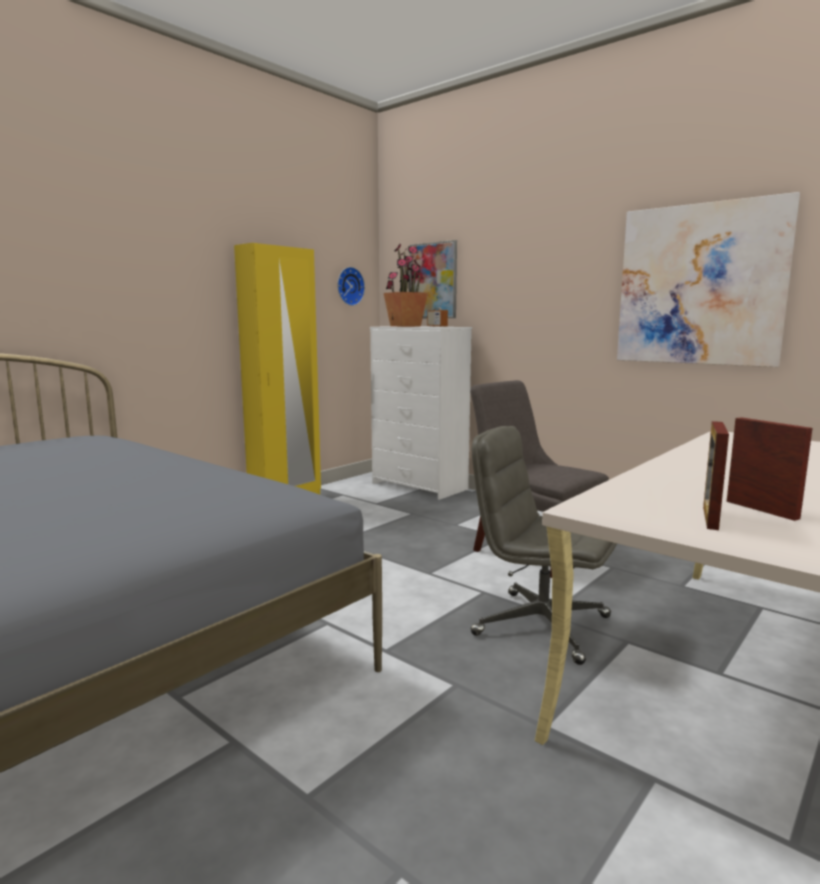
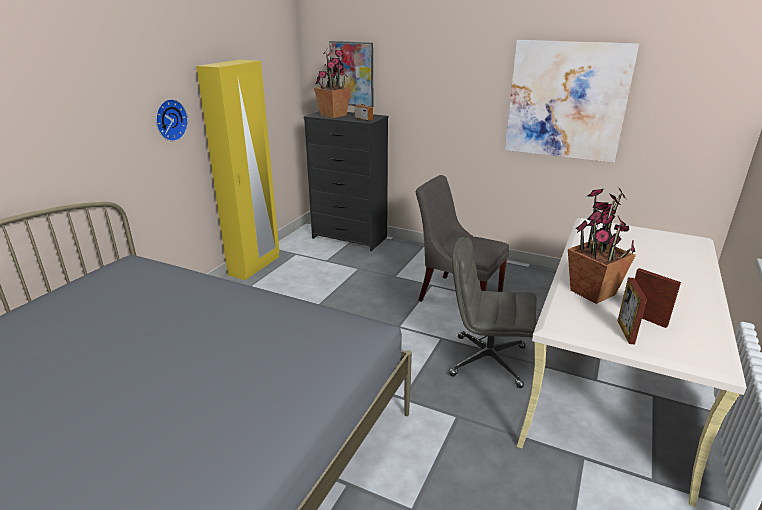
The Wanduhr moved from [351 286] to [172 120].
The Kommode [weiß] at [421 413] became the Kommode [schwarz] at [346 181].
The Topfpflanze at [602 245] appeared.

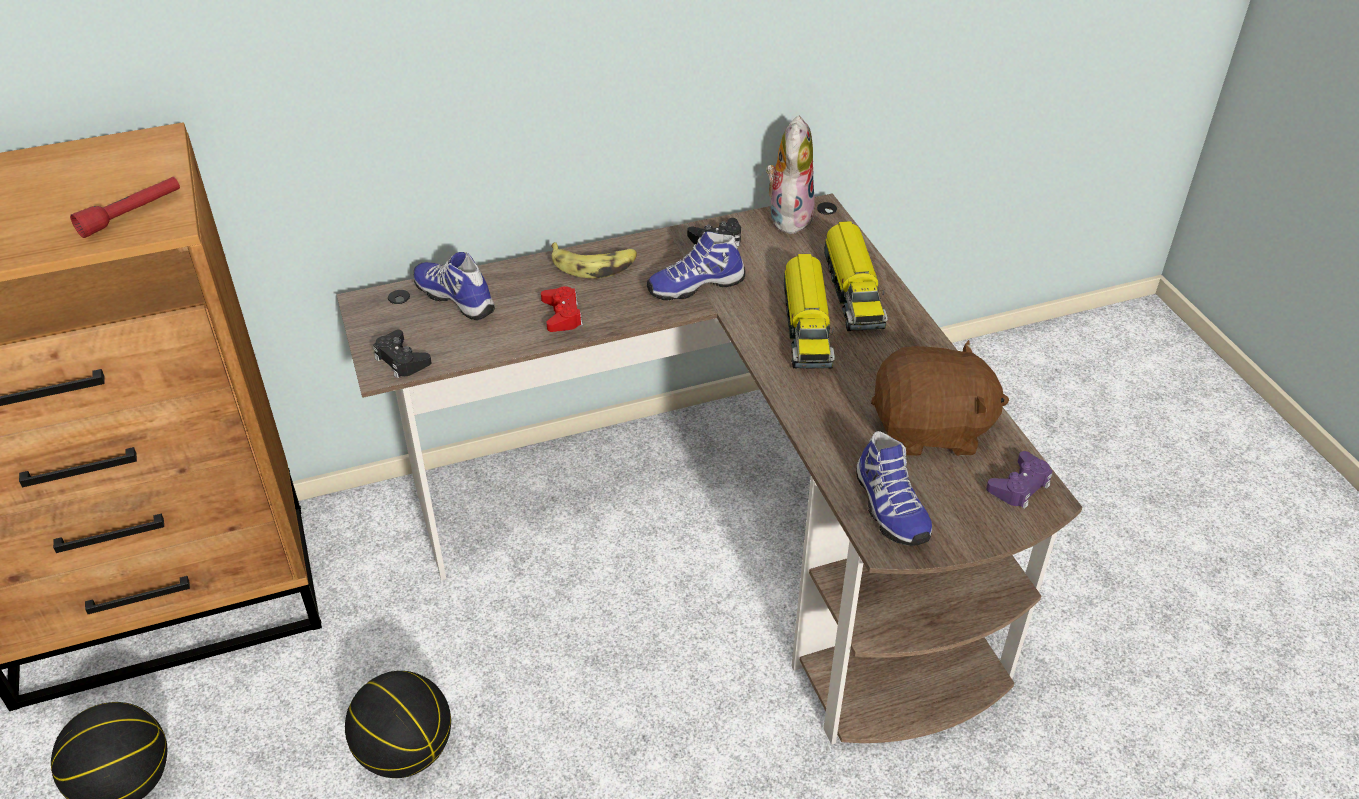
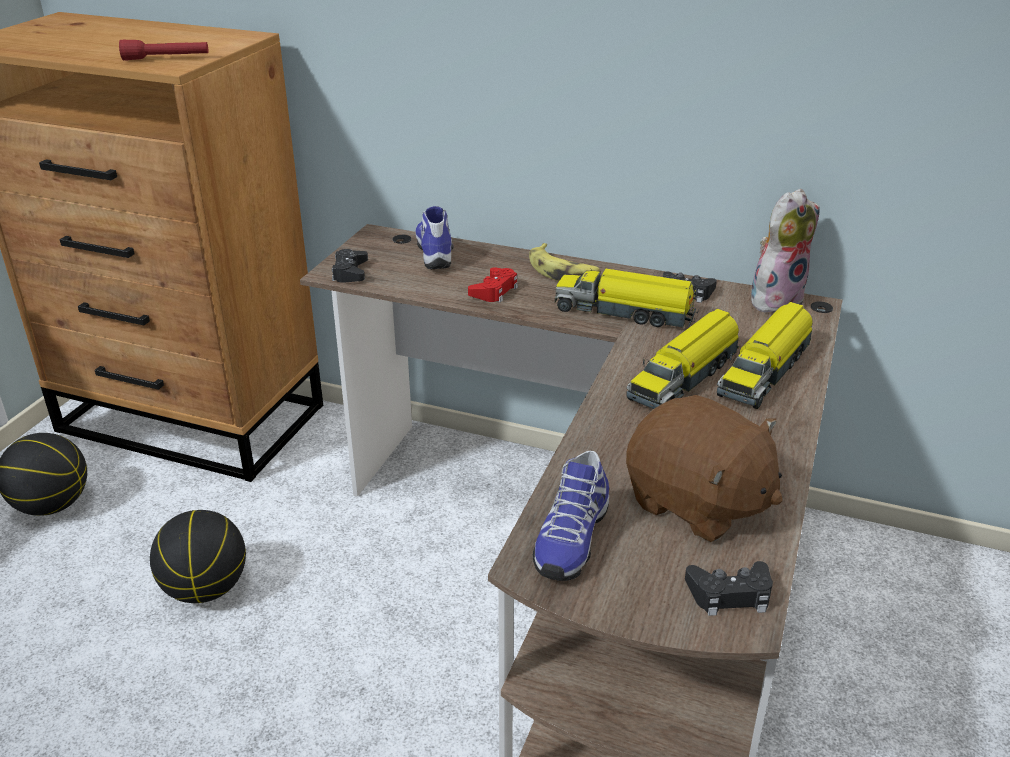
The Schuh at [696 266] was replaced by the Spielzeuglaster at [625 297].
The Gamepad [lila] at [1019 480] became the Gamepad [schwarz] at [729 588].

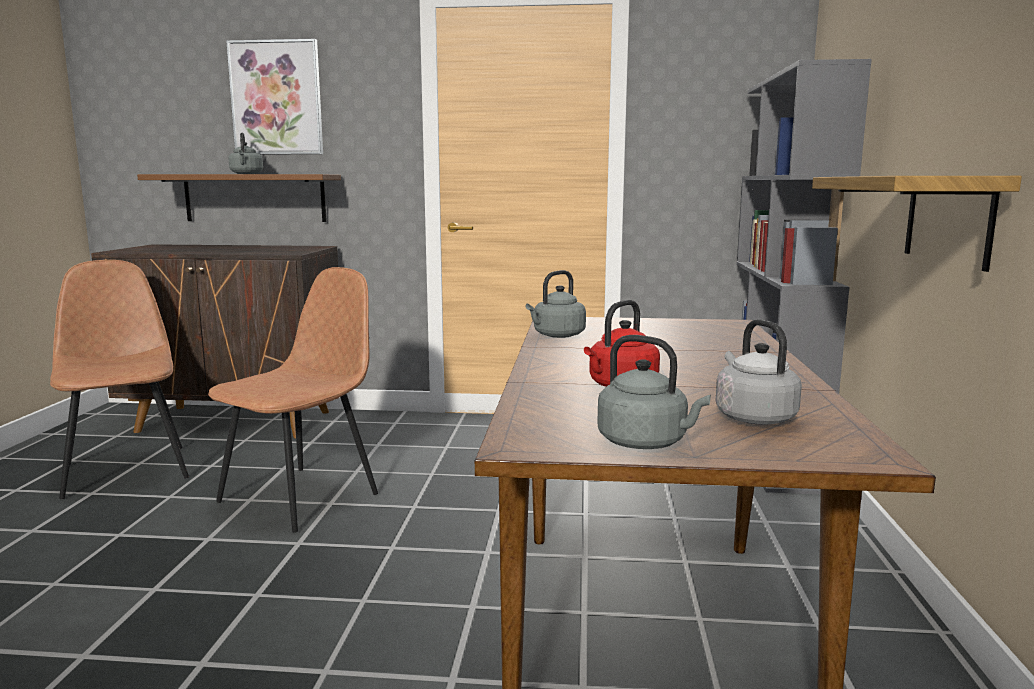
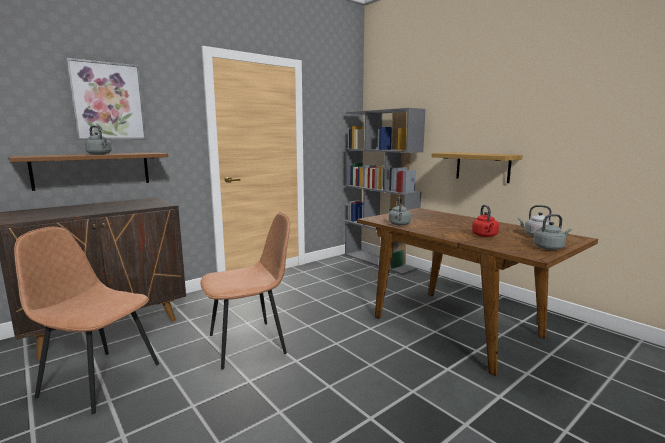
The Stuhl [braun] at [293 400] turned 75 degrees clockwise.

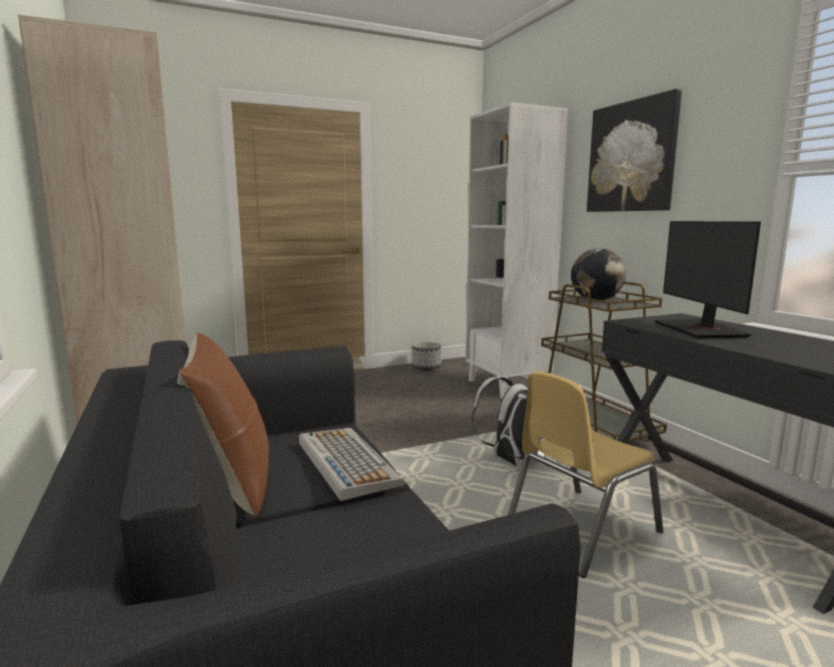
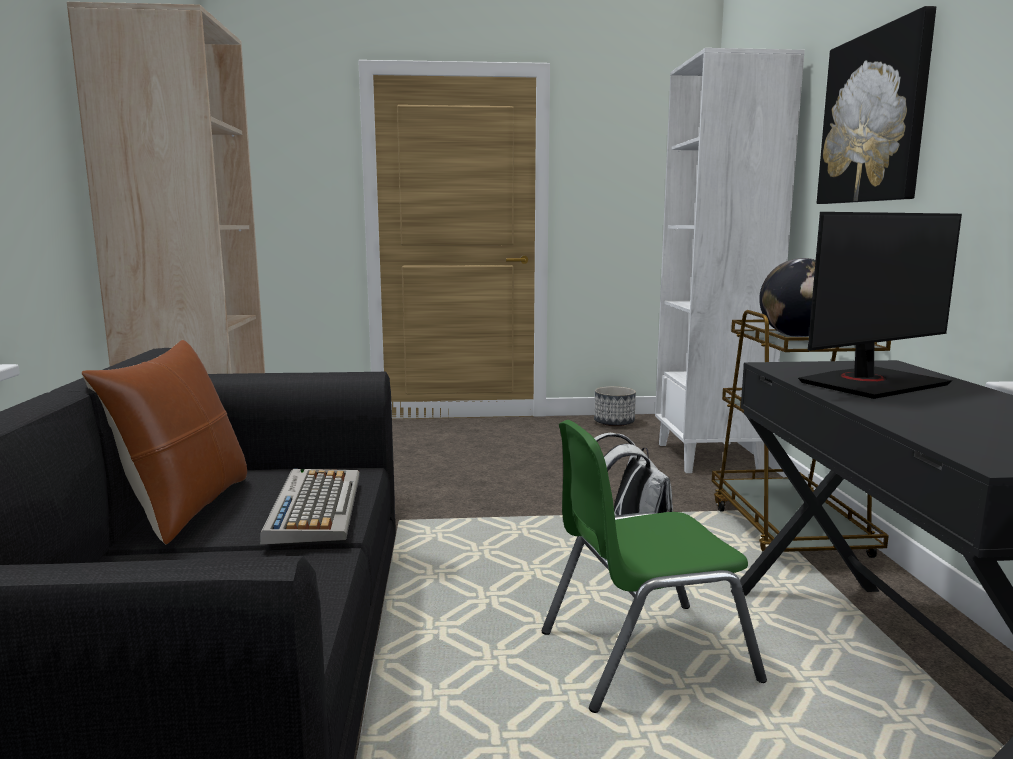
The Stuhl [gelb] at [585 474] became the Stuhl [grün] at [654 566].
The Monitor at [707 279] turned 135 degrees counterclockwise.

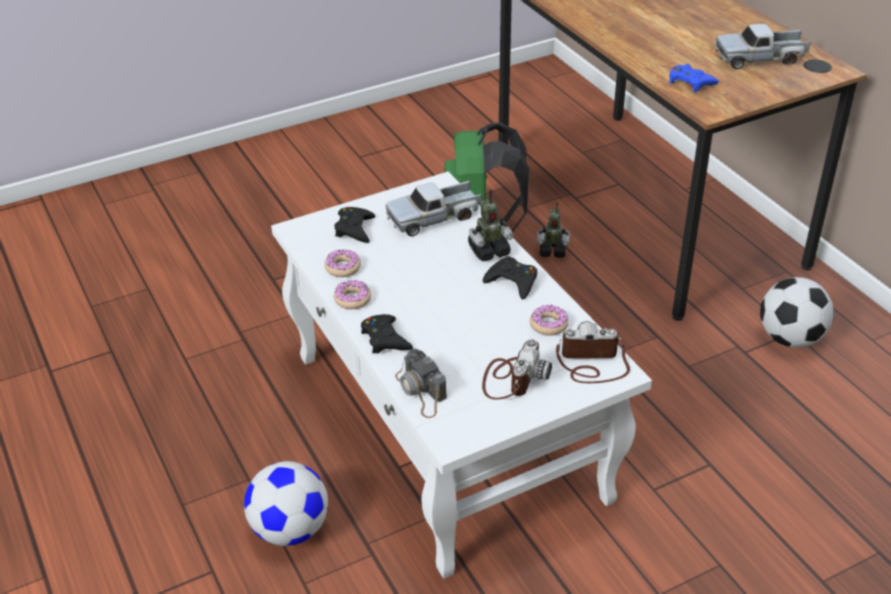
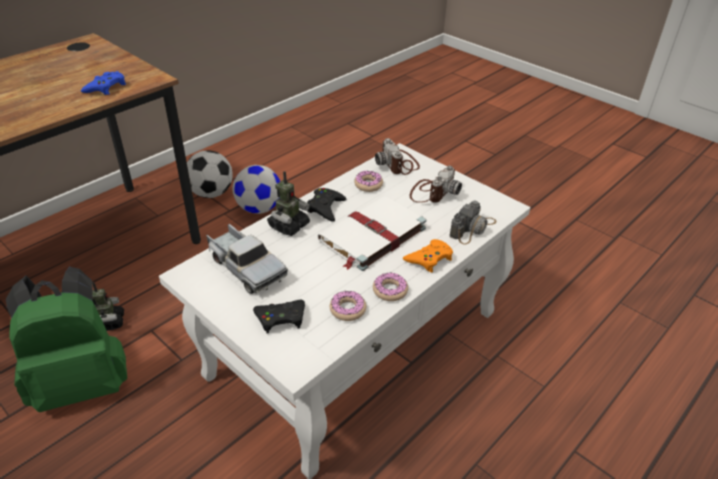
The Fußball moved from [286 503] to [256 189].
The Gamepad [schwarz] at [387 334] became the Gamepad [orange] at [428 256].
The Spielzeugroboter at [491 225] turned 75 degrees clockwise.
The Kamera at [517 369] turned 120 degrees clockwise.
The Spielzeuglaster at [763 46] disappeared.
The Buch [weiß] at [371 233] appeared.

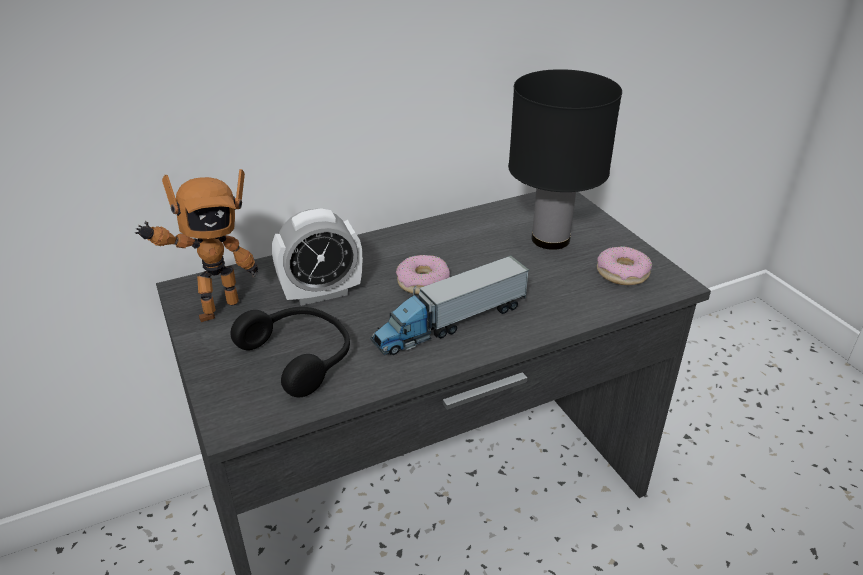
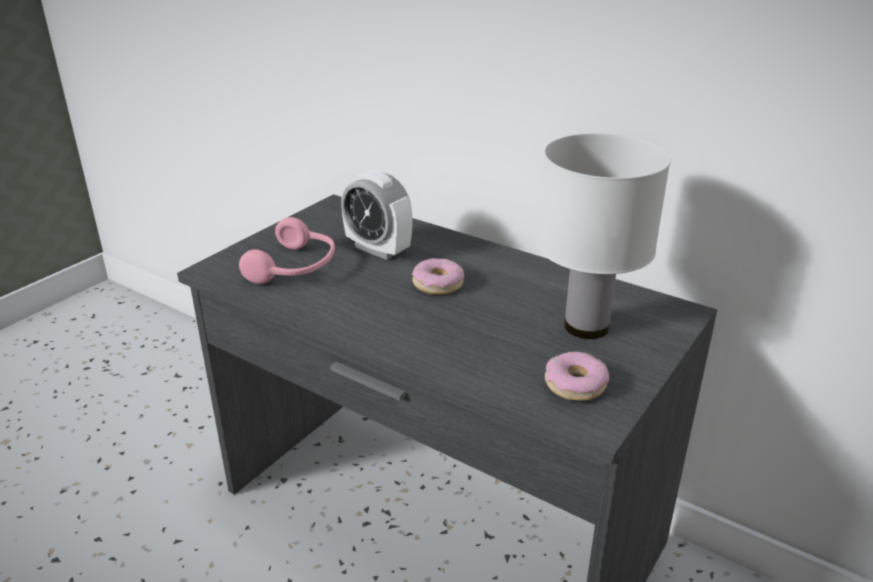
The Spielzeugroboter at [196 245] disappeared.
The Kopfhörer [schwarz] at [290 352] became the Kopfhörer [rosa] at [287 250].
The Spielzeuglaster at [449 305] disappeared.
The Tischlampe [schwarz] at [565 159] became the Tischlampe [weiß] at [604 236].

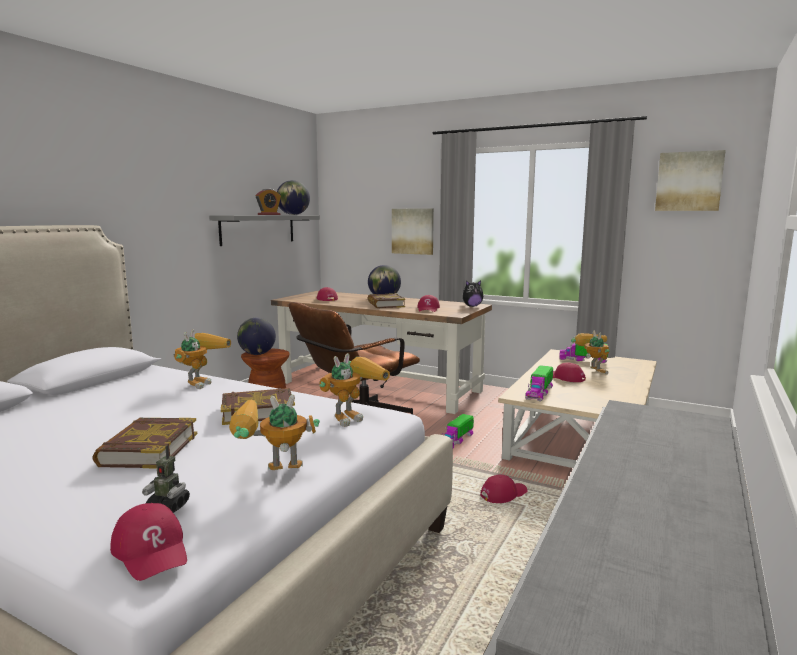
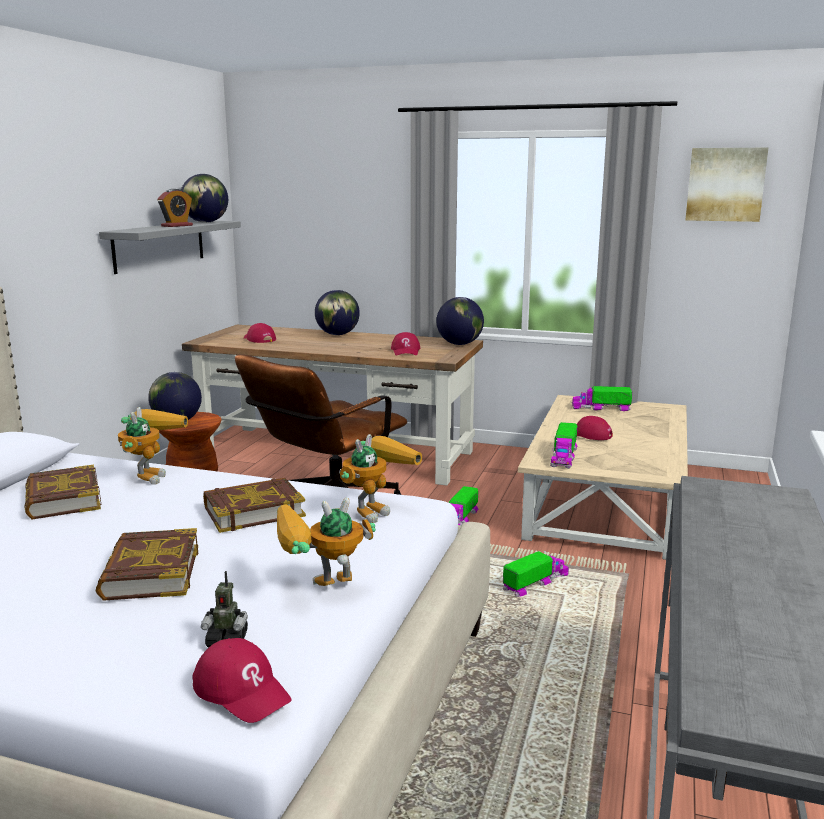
The Buch moved from [386 300] to [63 491].
The Bild at [413 232] disappeared.
The Plüschtier at [473 293] was replaced by the Globus at [460 321].
The Kappe [rot] at [504 488] was replaced by the Spielzeuglaster at [536 574].
The Spielzeugroboter at [590 353] disappeared.

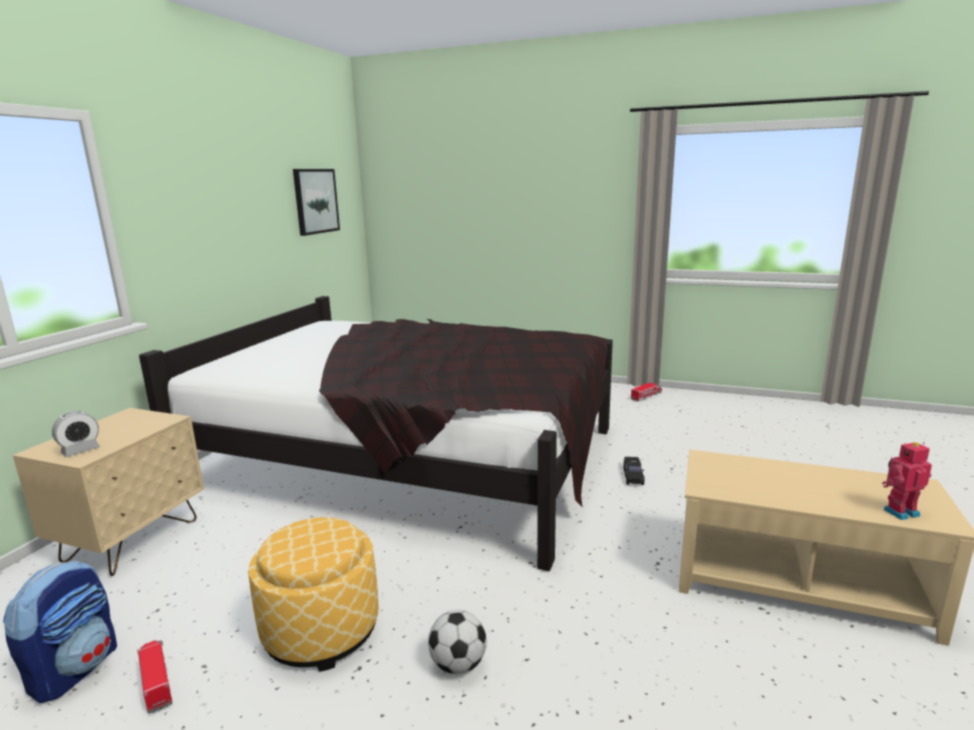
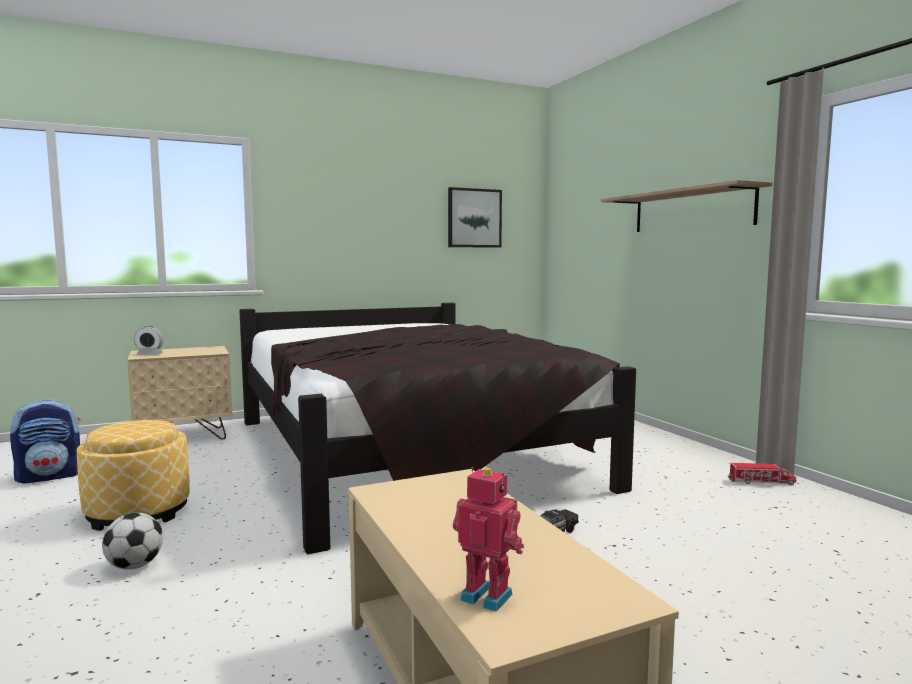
The Spielzeuglaster at [154 677] disappeared.
The Wandregal at [687 206] appeared.

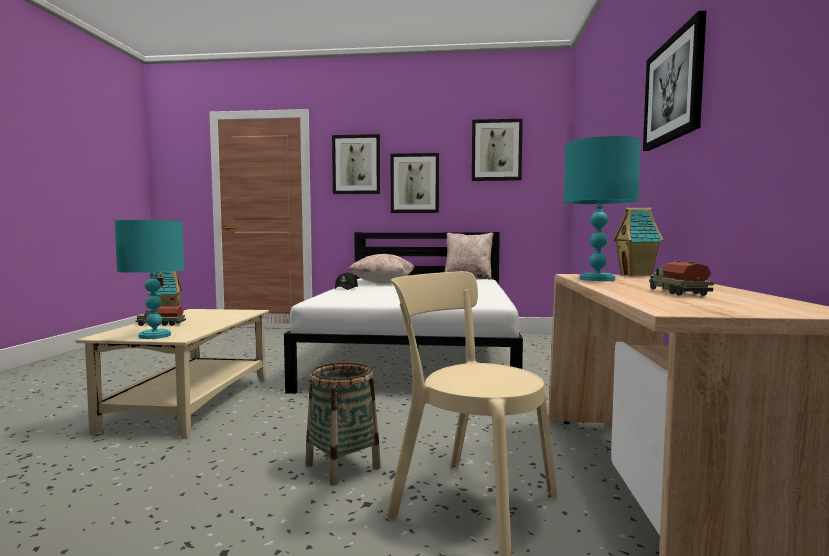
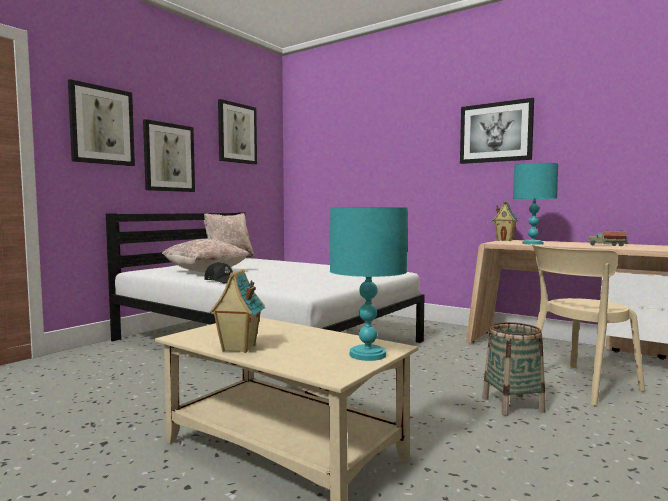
The Spielzeuglaster at [161 316] disappeared.

